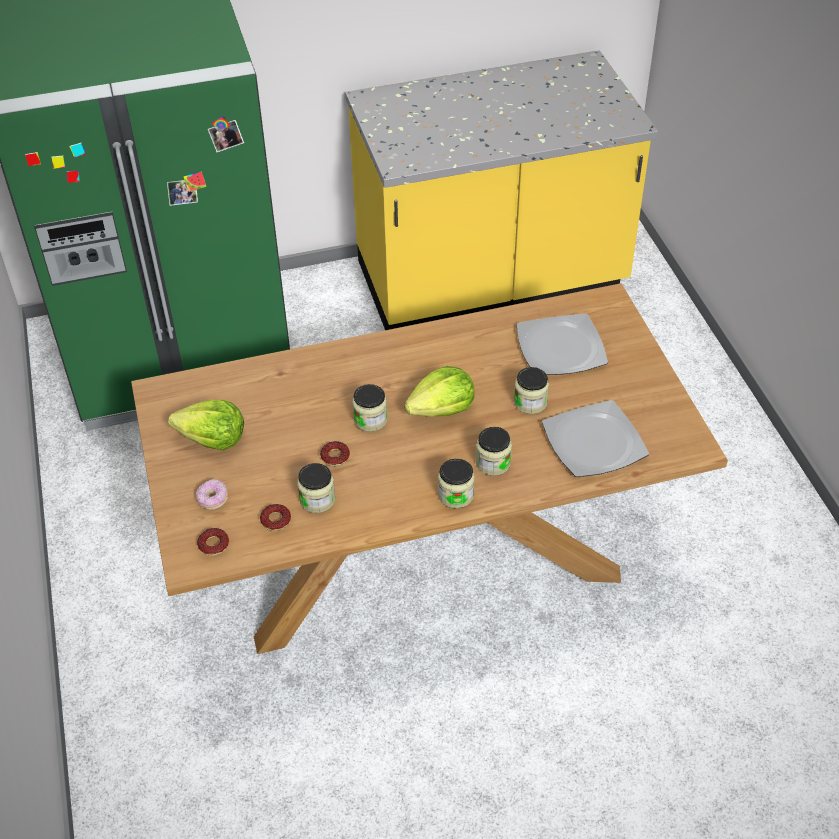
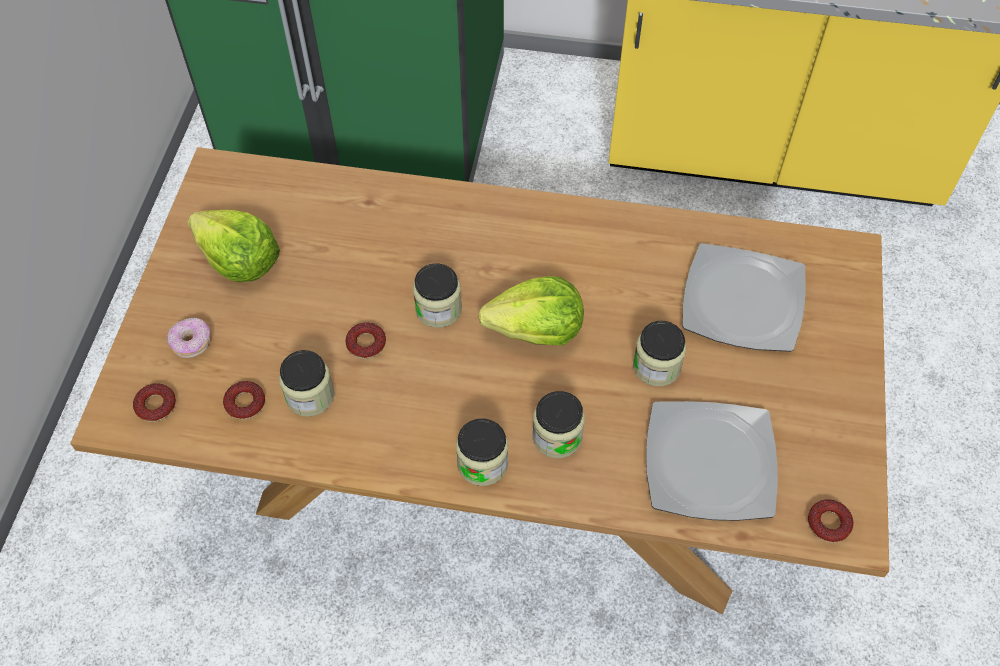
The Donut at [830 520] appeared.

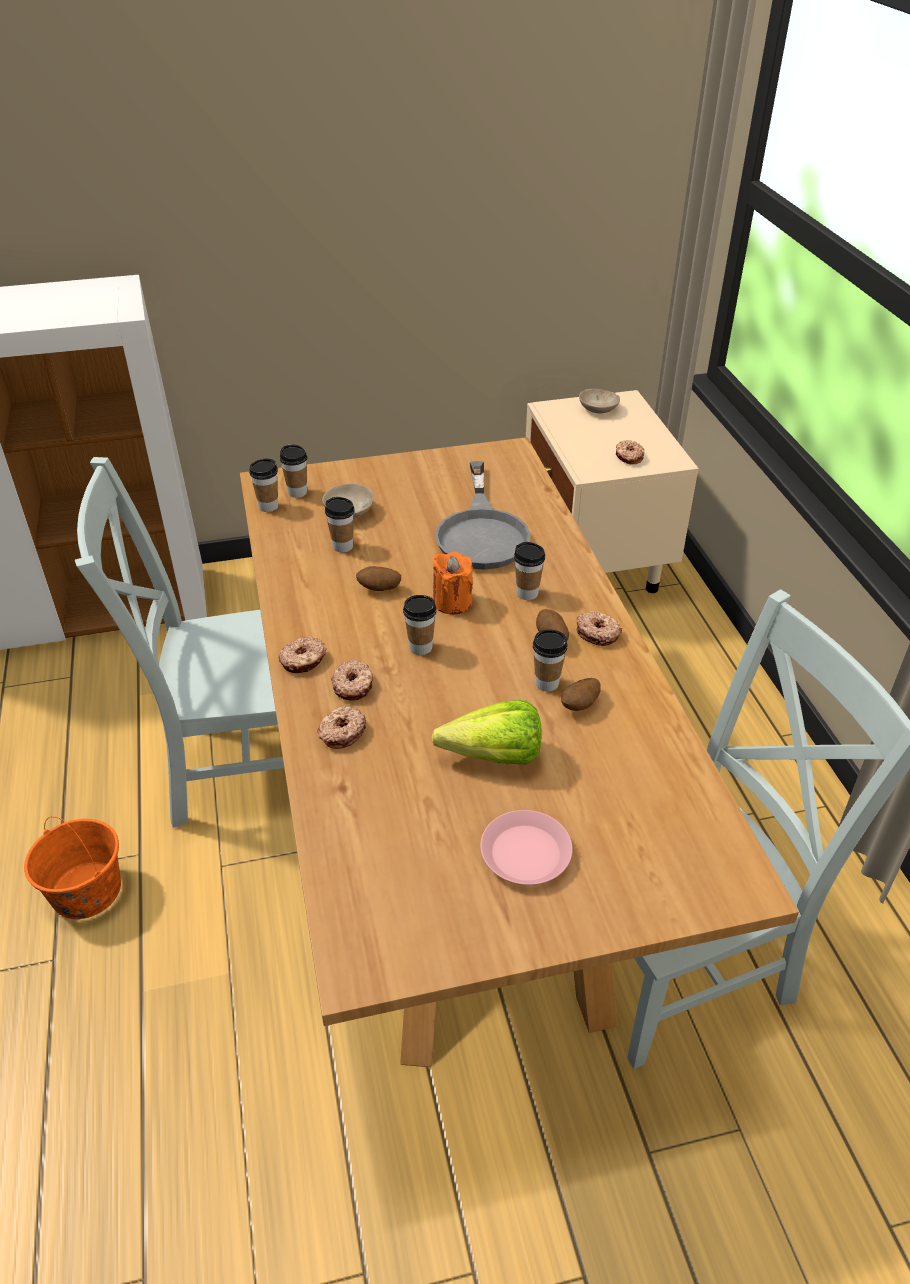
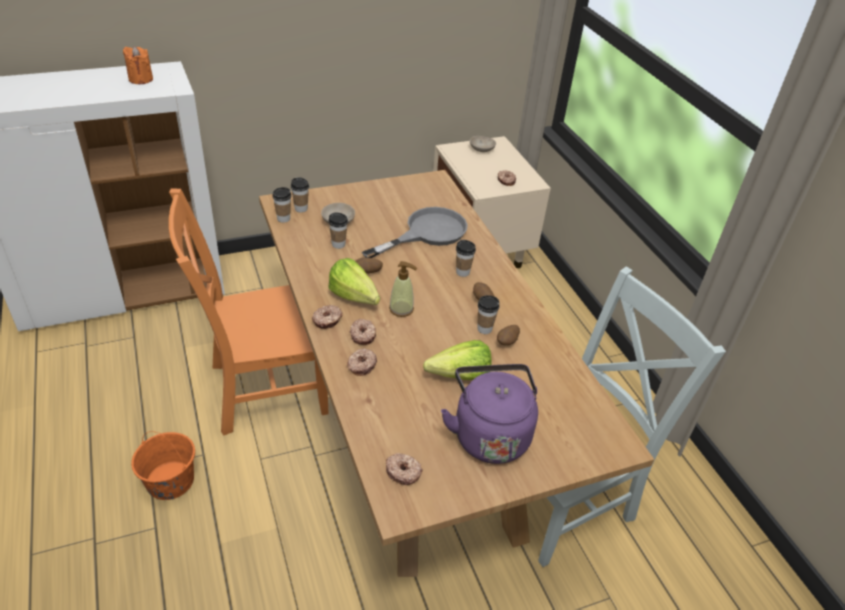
The Stuhl [grau] at [179 642] became the Stuhl [orange] at [249 312].
The Tasse at [419 625] was replaced by the Seifenspender at [403 289].
The Kerze [orange] moved from [453 583] to [138 65].
The Pfanne [grau] at [483 515] turned 120 degrees counterclockwise.
The Teller [rosa] at [526 847] was replaced by the Wasserkessel [lila] at [489 414].
The Donut moved from [599 628] to [404 469].
The Salatkopf at [354 281] appeared.

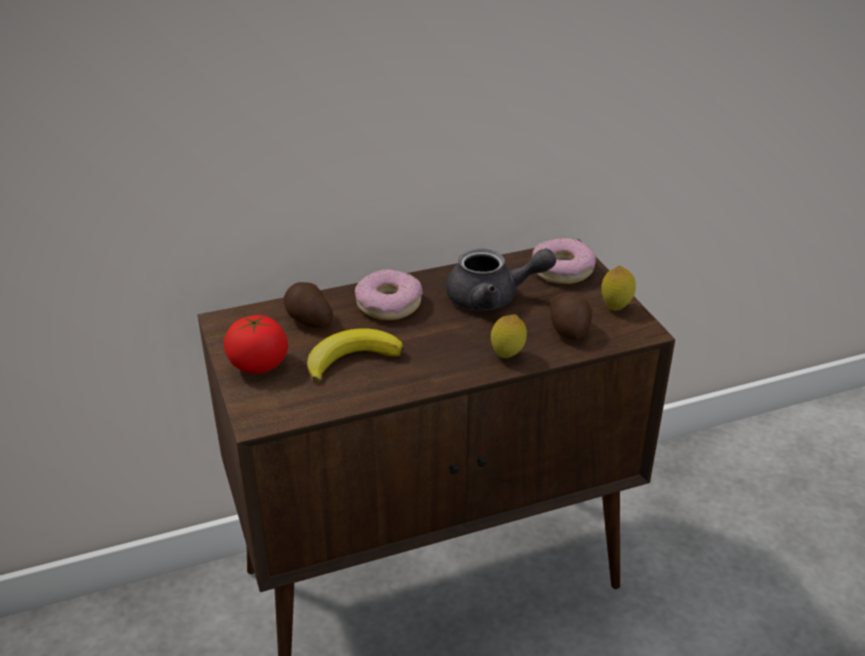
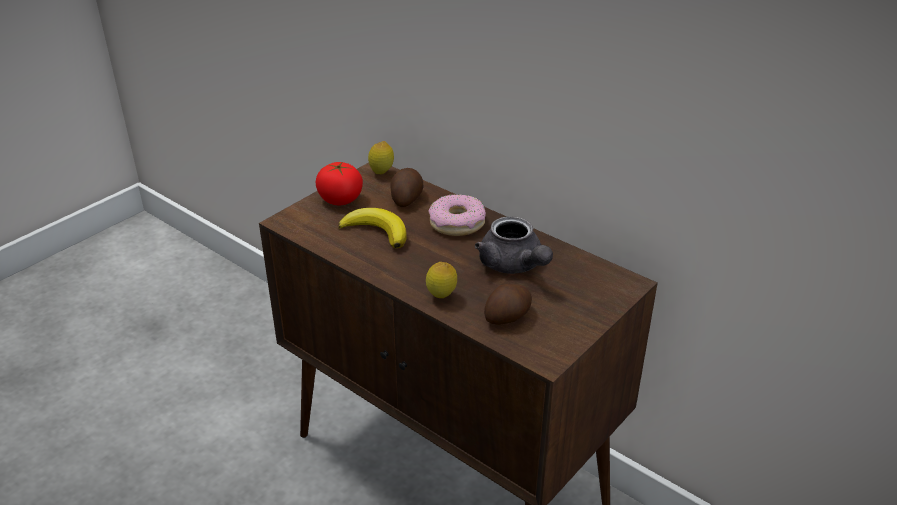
The Donut at [564 261] disappeared.
The Zitrone moved from [618 288] to [381 157].

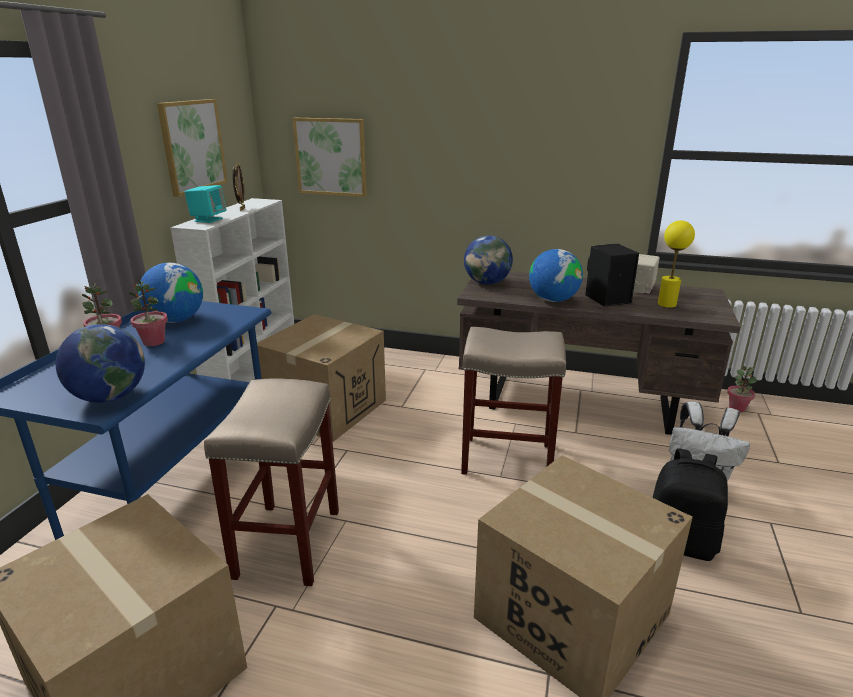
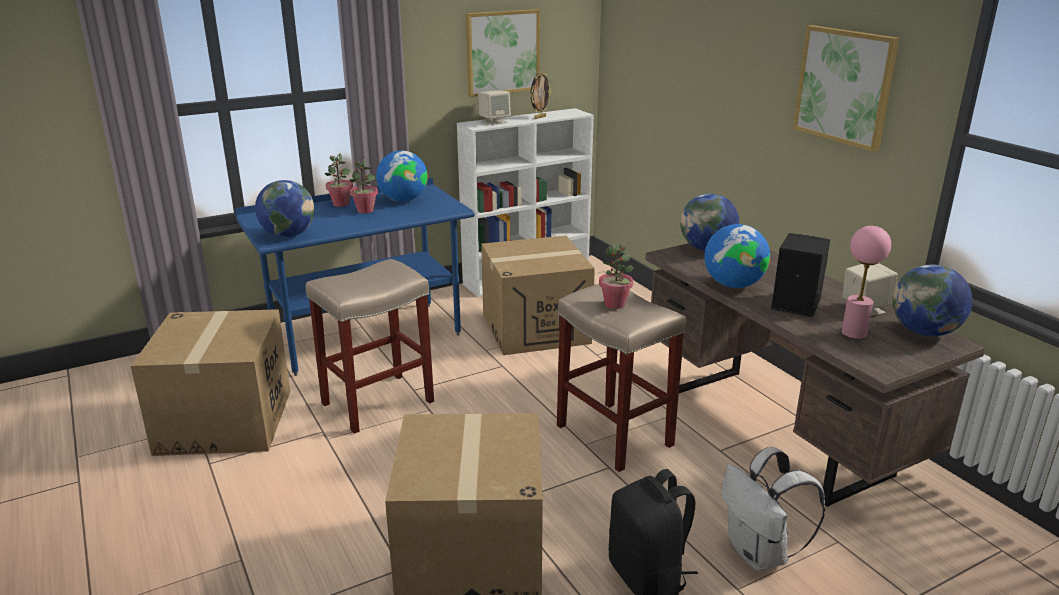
The Lautsprecher [türkis] at [205 204] became the Lautsprecher [beige] at [494 107].
The Bild moved from [330 157] to [846 88].
The Tischlampe [gelb] at [676 264] became the Tischlampe [rosa] at [866 282].
The Topfpflanze moved from [742 389] to [616 276].
The Globus at [933 300] appeared.

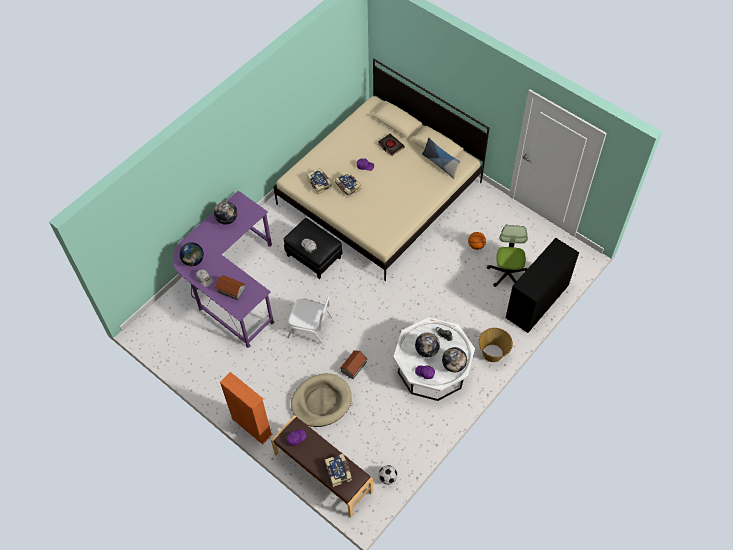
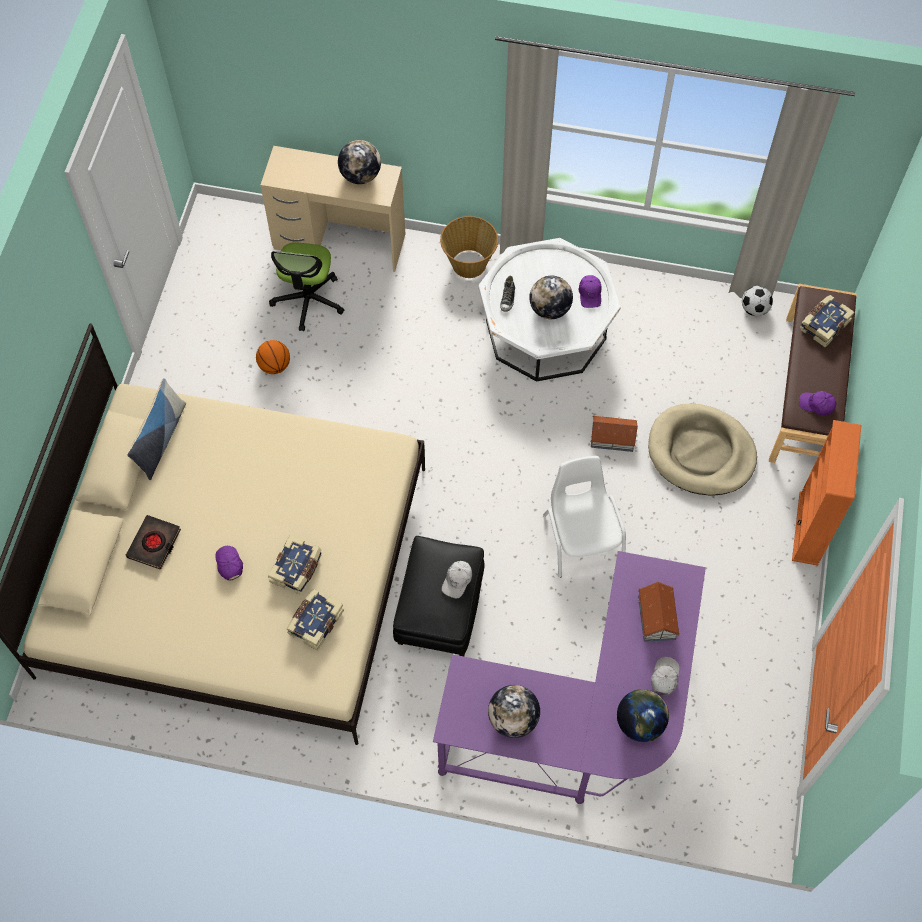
The Globus moved from [454 359] to [359 162].
The Bürostuhl at [507 256] turned 60 degrees counterclockwise.
The Schreibtisch [schwarz] at [542 285] became the Schreibtisch [beige] at [333 209].

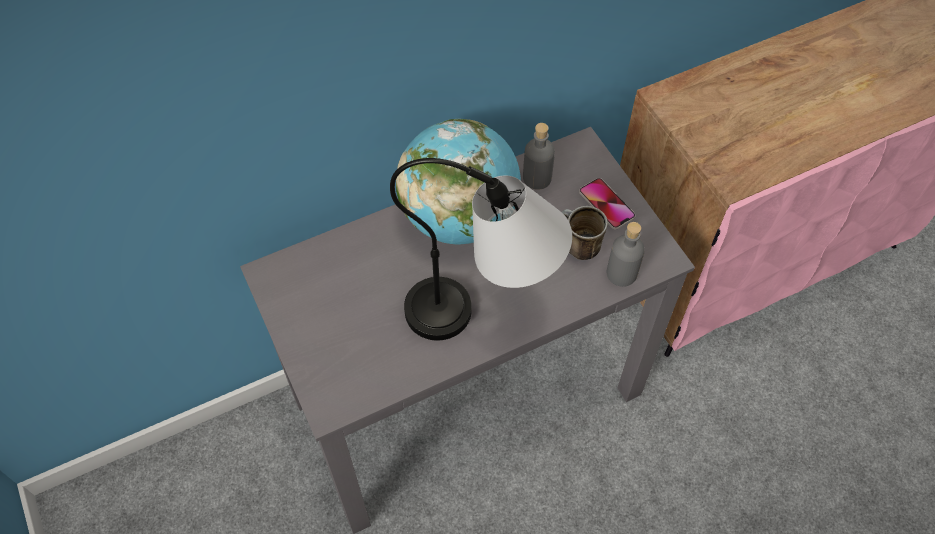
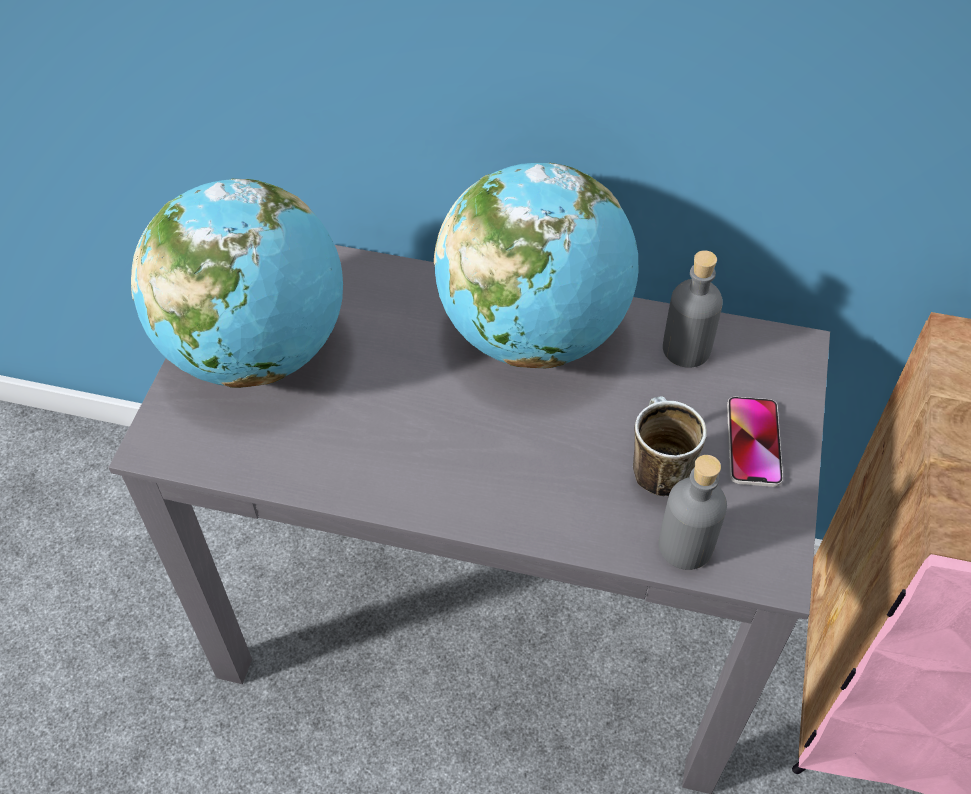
The Tischlampe at [481 249] disappeared.
The Globus at [237 283] appeared.

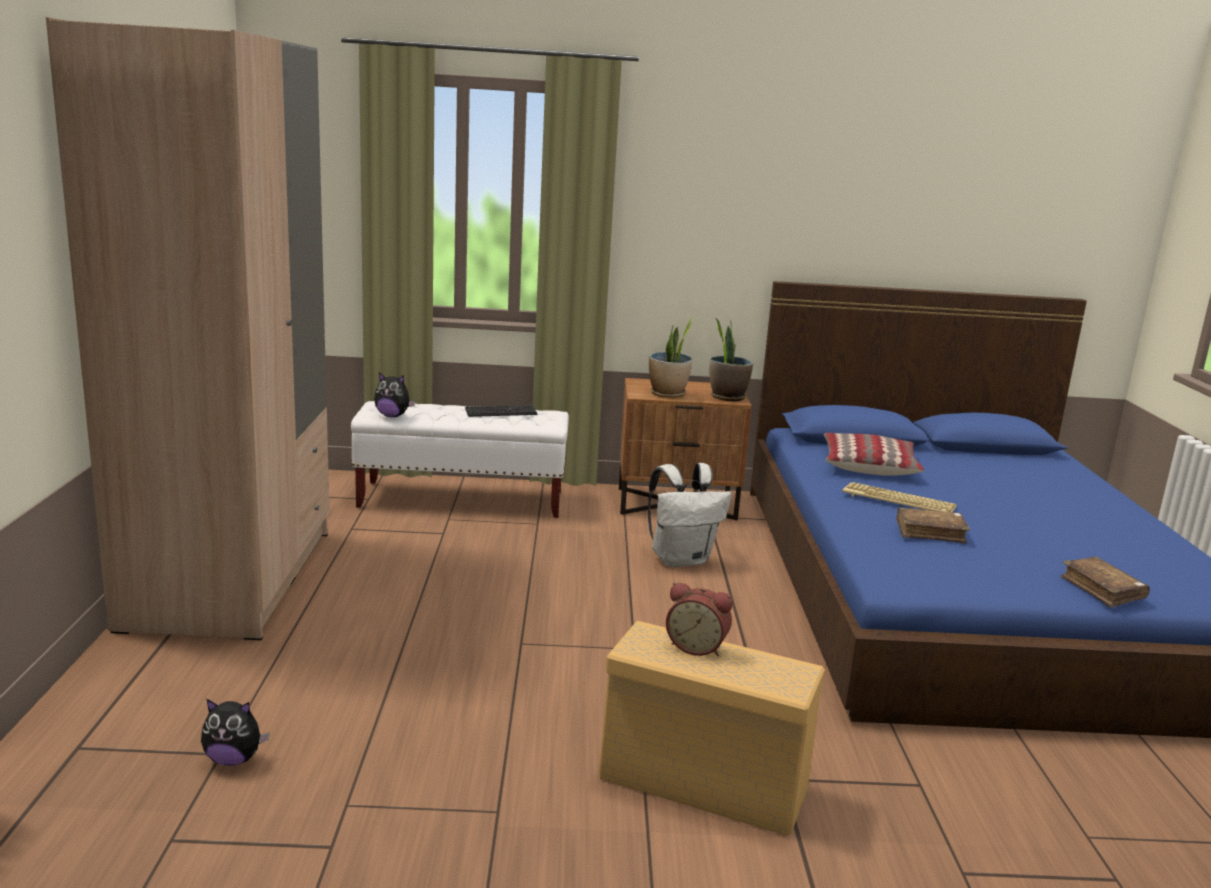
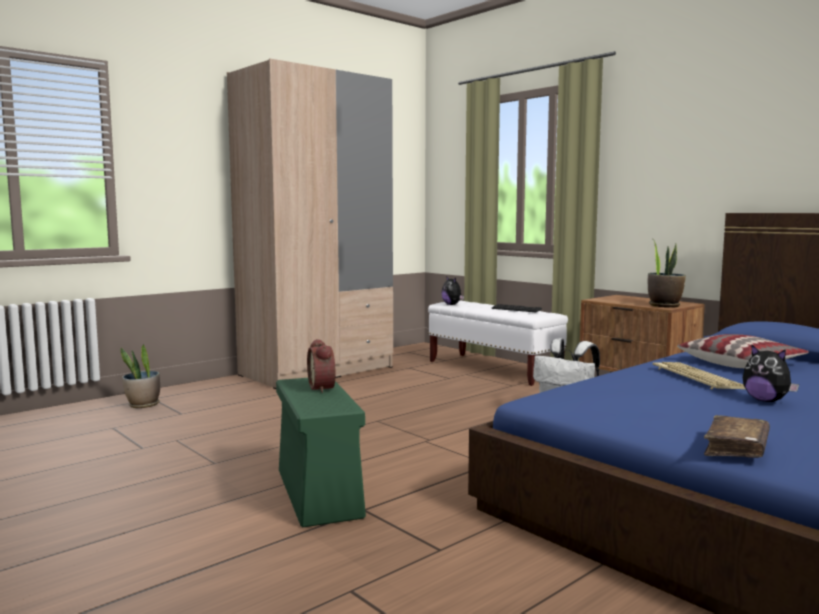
The Plüschtier moved from [235 732] to [771 373].
The Aufbewahrungsbox [beige] at [712 728] became the Aufbewahrungsbox [grün] at [321 452].
The Topfpflanze moved from [671 357] to [140 376].
The Buch [braun] at [933 525] disappeared.

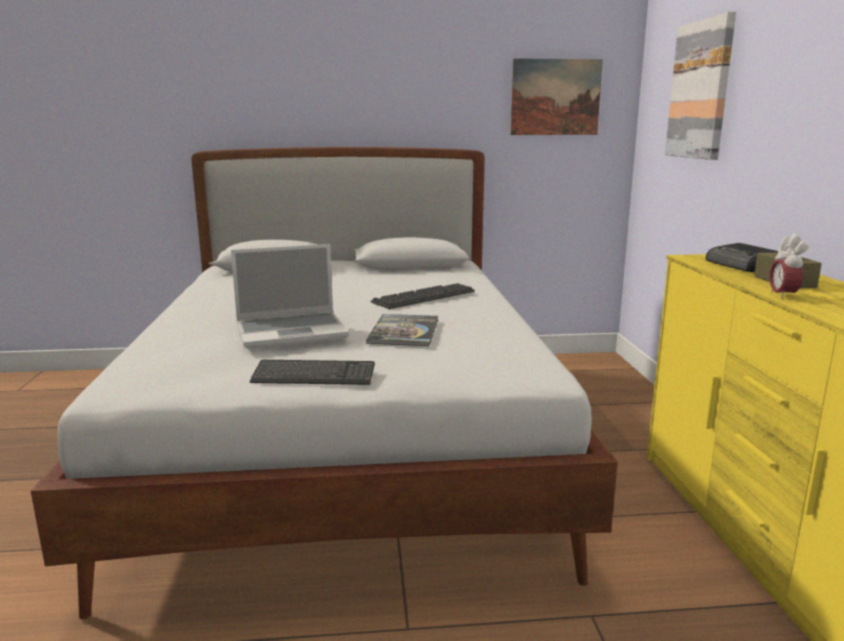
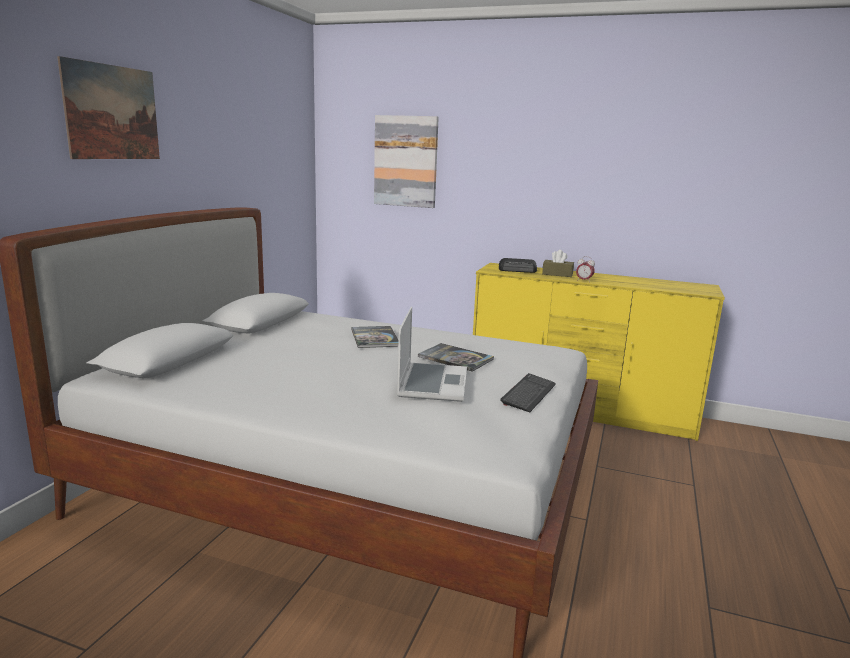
The Tastatur at [422 296] was replaced by the Buch at [374 337].
The Bild moved from [556 96] to [108 107].

